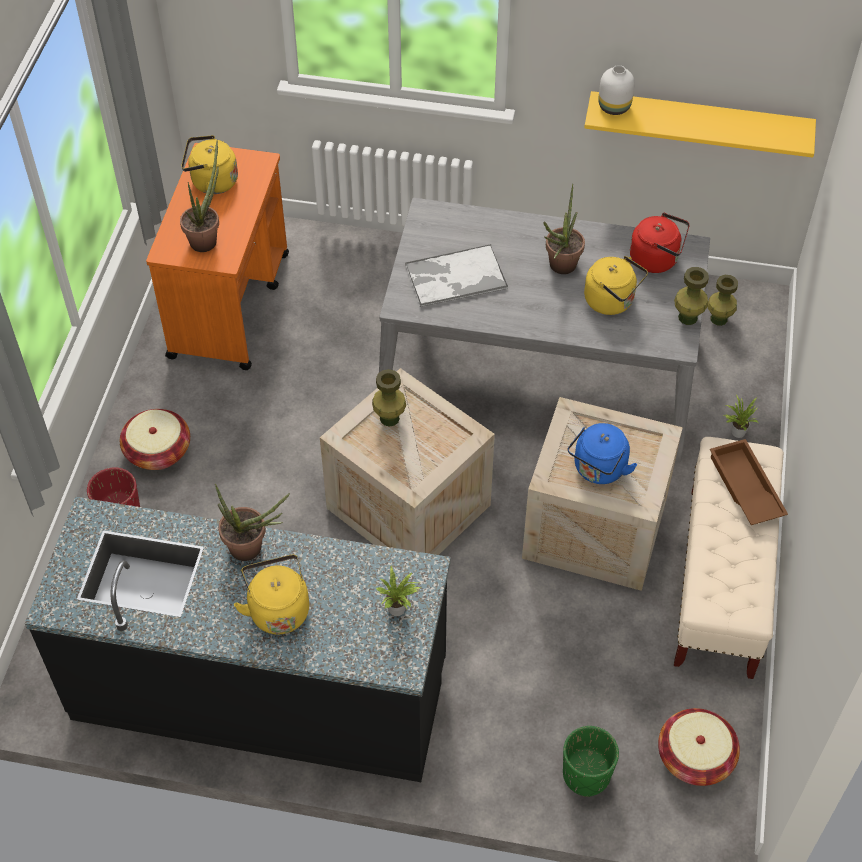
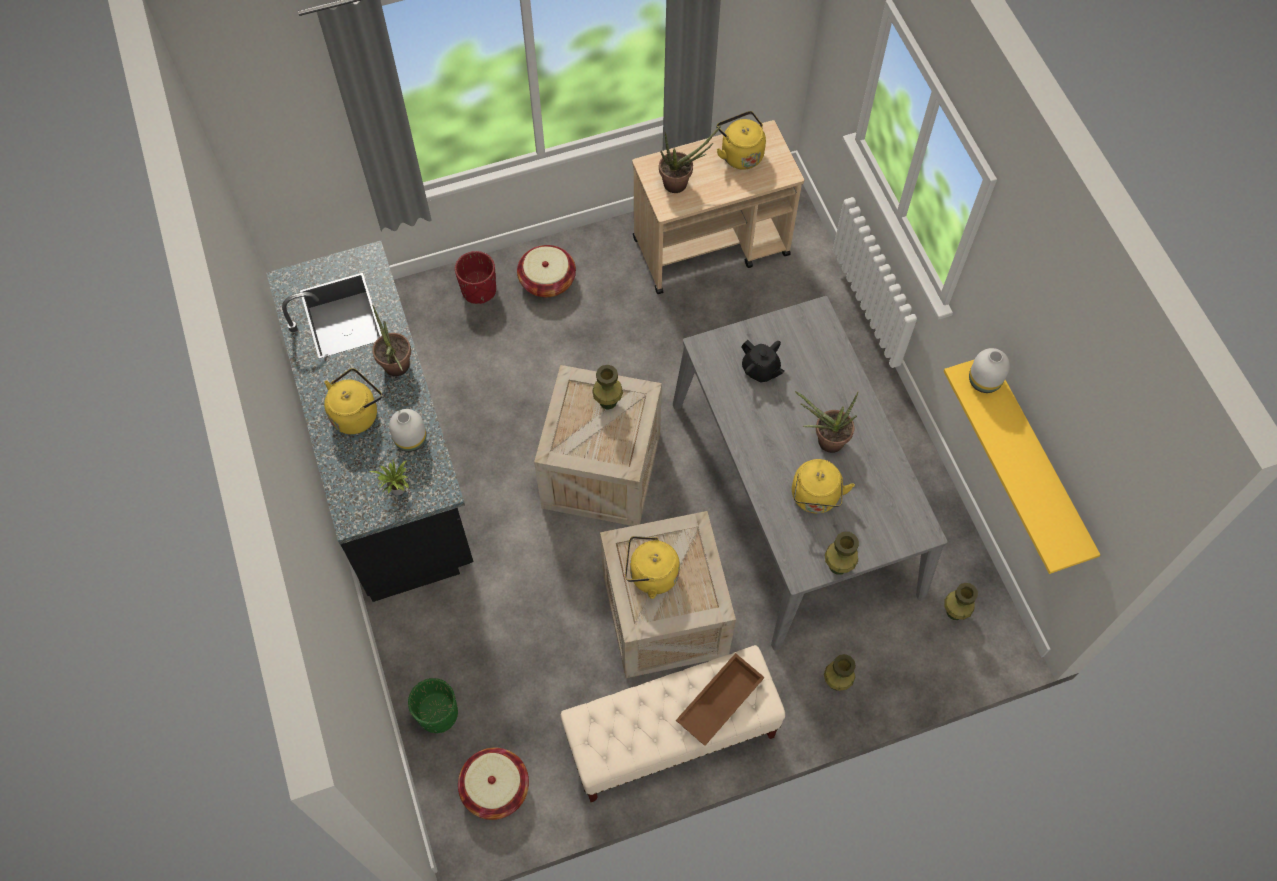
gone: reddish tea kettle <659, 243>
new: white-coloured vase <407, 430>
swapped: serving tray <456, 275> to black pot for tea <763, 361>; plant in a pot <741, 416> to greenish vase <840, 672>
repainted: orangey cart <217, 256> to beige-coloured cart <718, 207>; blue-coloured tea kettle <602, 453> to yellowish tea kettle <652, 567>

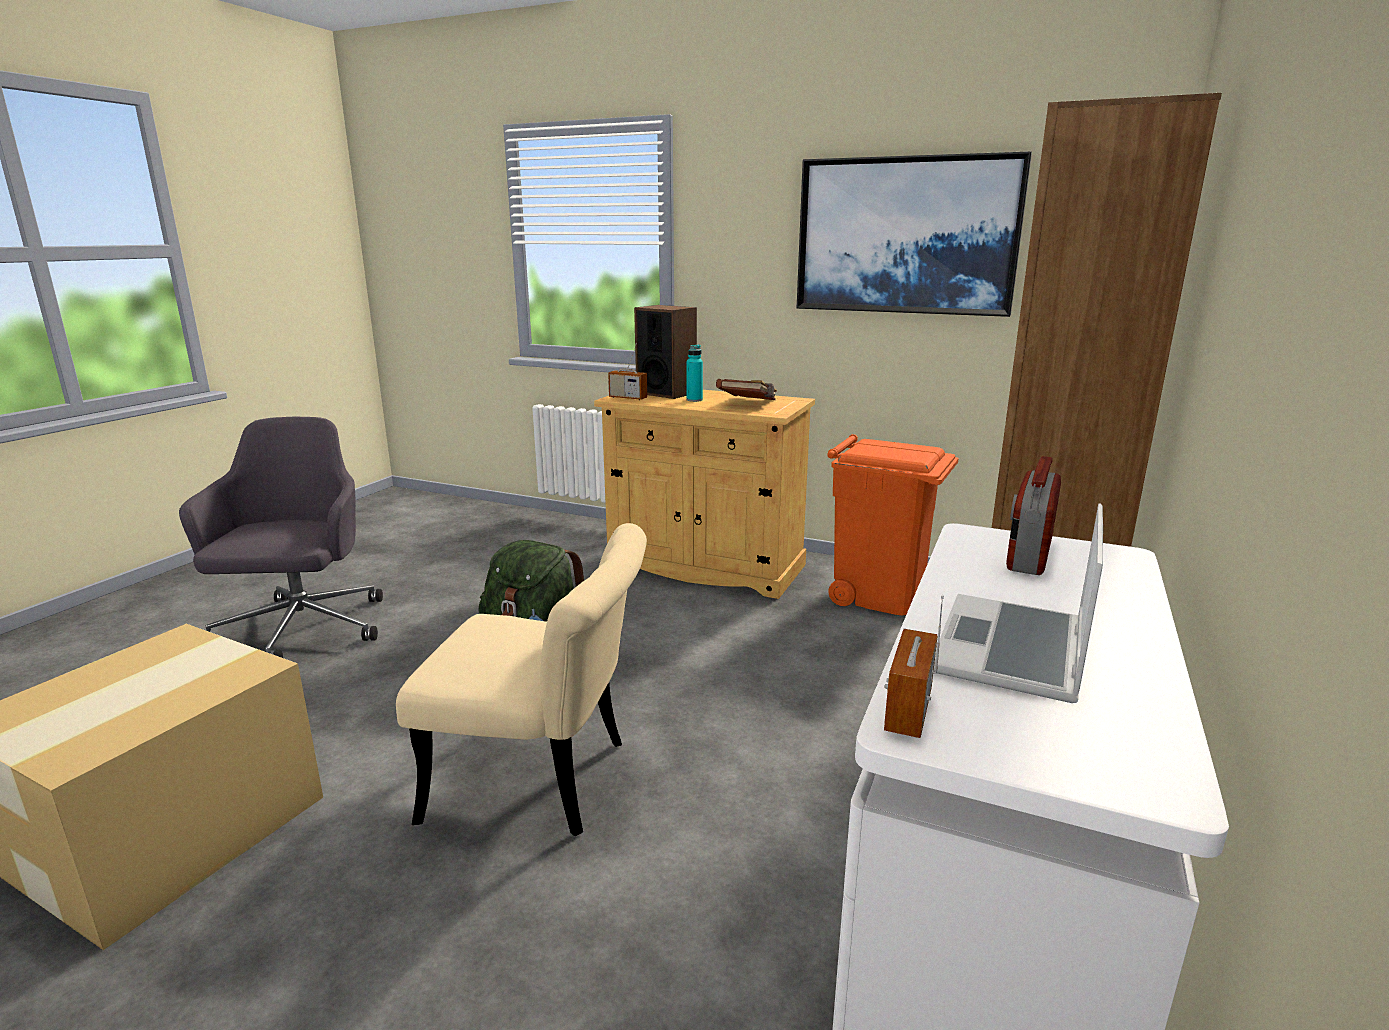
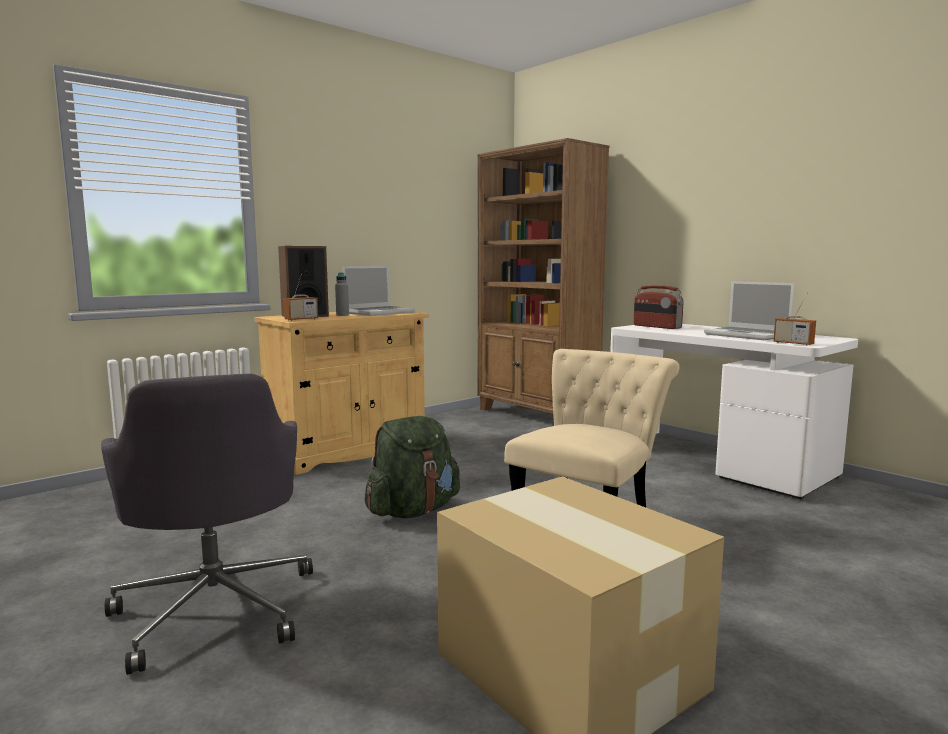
gone: picture <914, 234>; orangey rubbish bin <892, 524>
swapped: brownish book <746, 389> to laptop <379, 291>
repainted: turquoise-coloured bottle <694, 373> to grey bottle <342, 294>
rotated: grey computer chair <281, 537> = <207, 524> 135 degrees counterclockwise

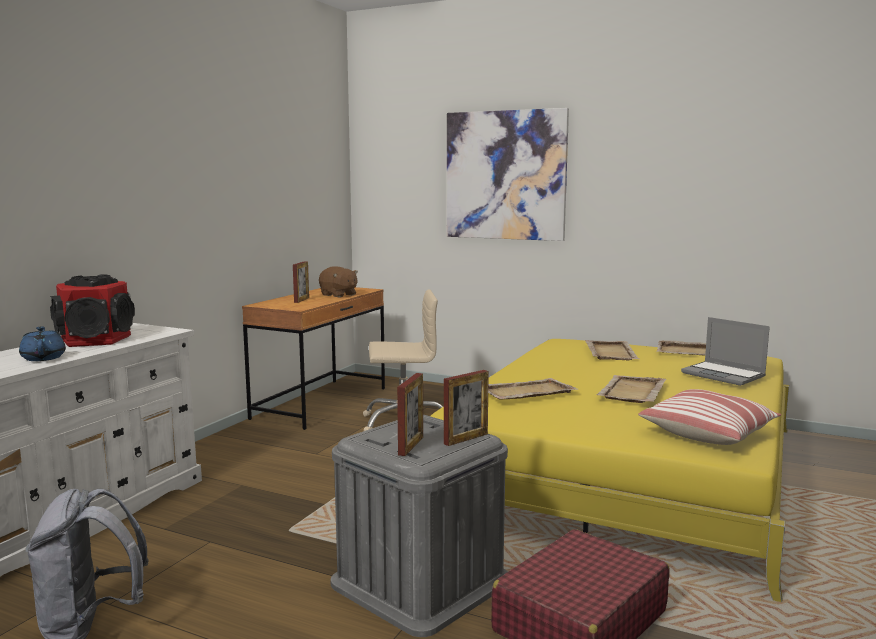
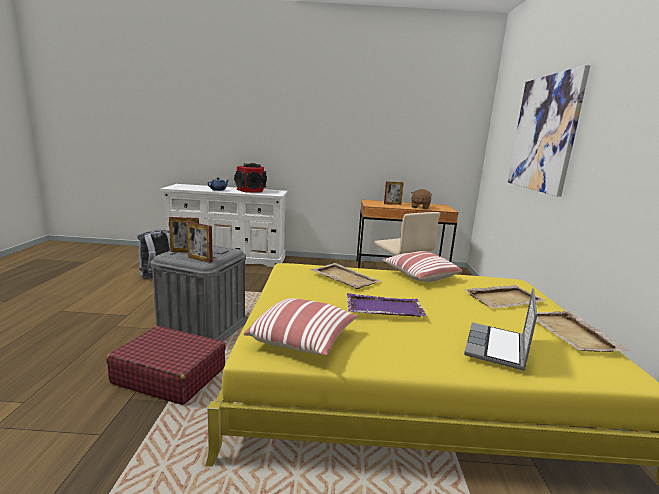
new: pillow <422, 266>
repainted: beige-coloured serving tray <631, 389> to purple-coloured serving tray <387, 305>

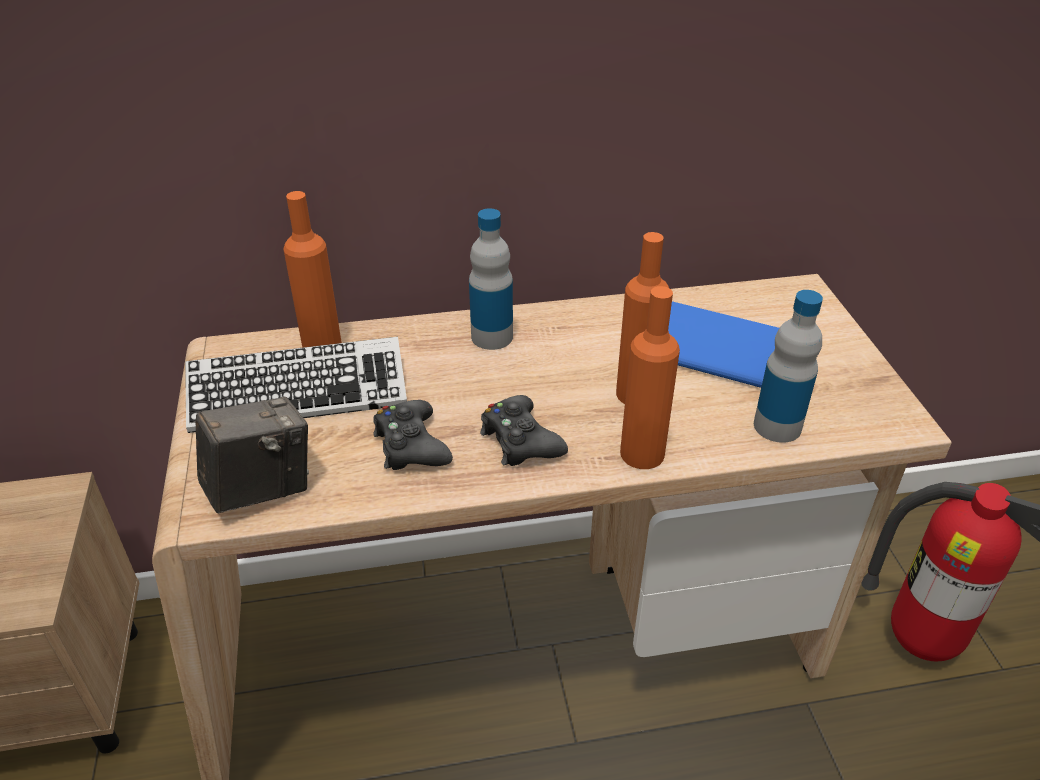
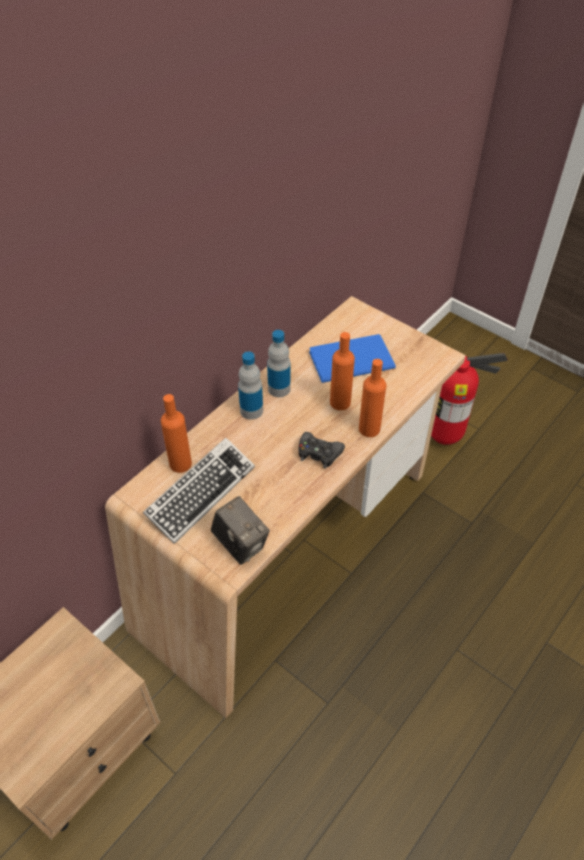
gone: black joypad <413, 435>
shifted: bottle <788, 366> to <279, 363>
rotated: still camera <252, 455> = <240, 530> 120 degrees clockwise

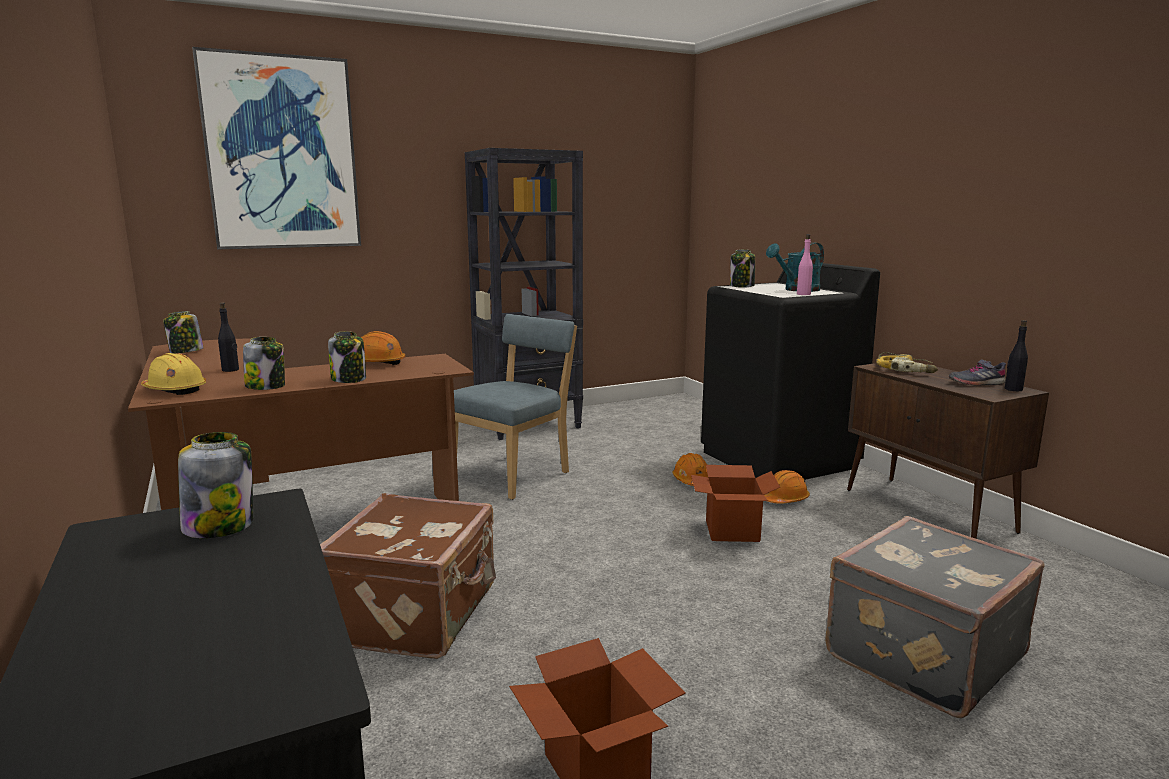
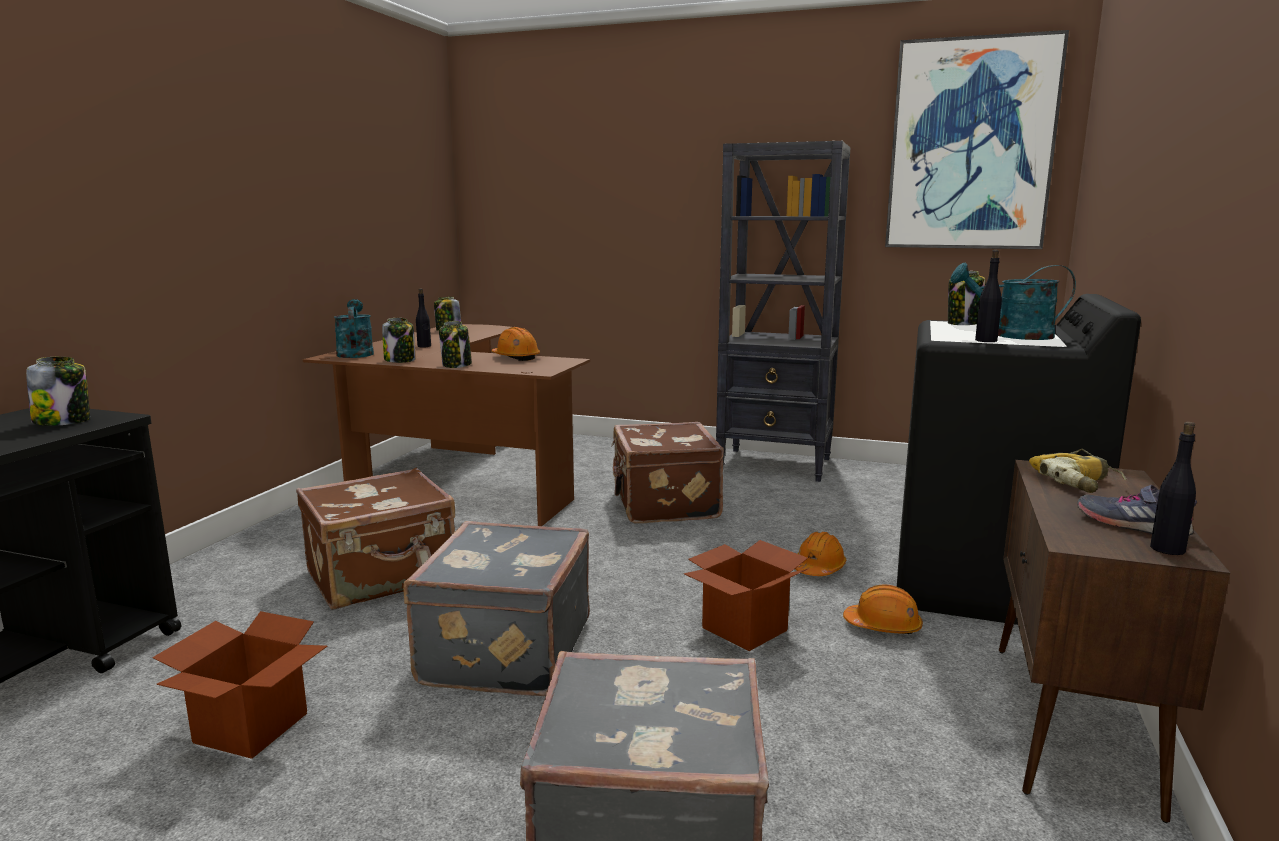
new: grey travel case <496, 608>
shifted: picture <276, 148> to <977, 139>
swapped: yellowish safety helmet <173, 374> to turquoise-coloured watering can <354, 328>; blue-coloured upright chair <515, 407> to brownish travel case <667, 473>
repainted: pink bottle <805, 264> to black bottle <988, 296>

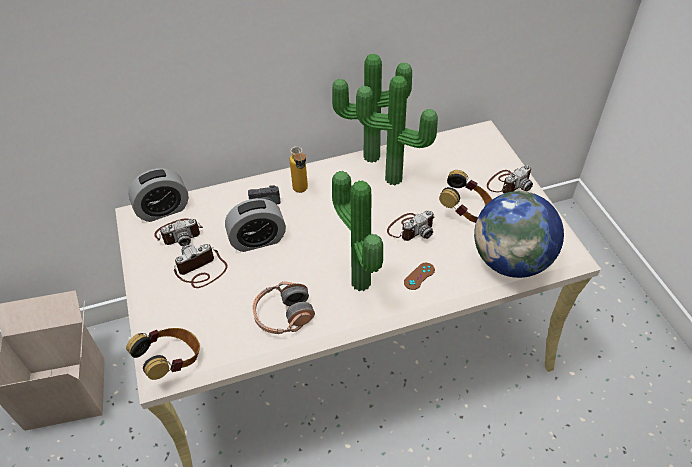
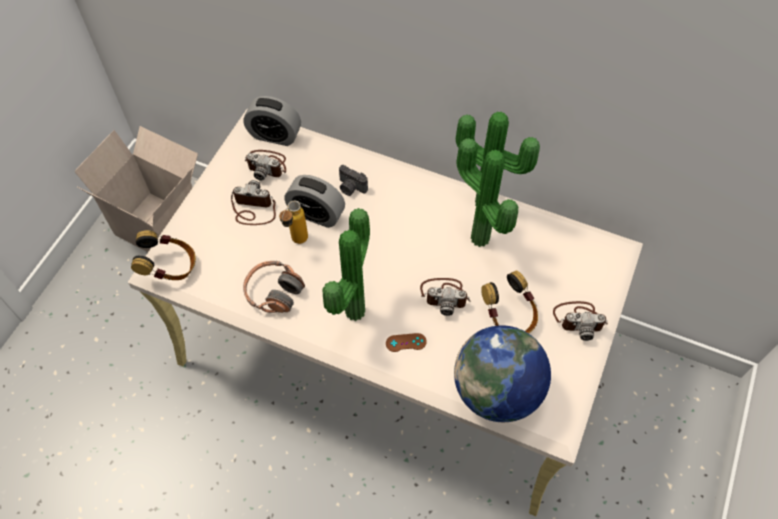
shifted: bottle <299, 169> to <293, 222>

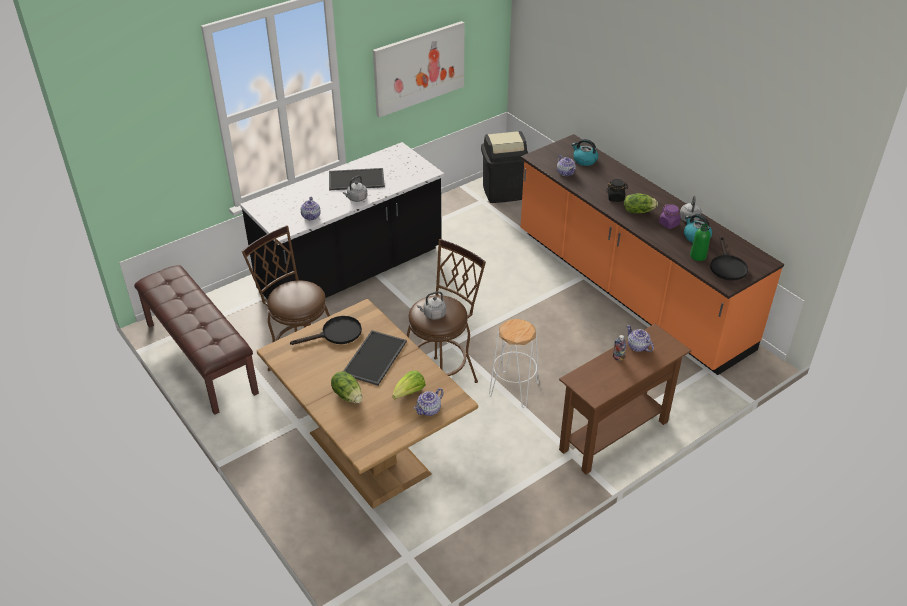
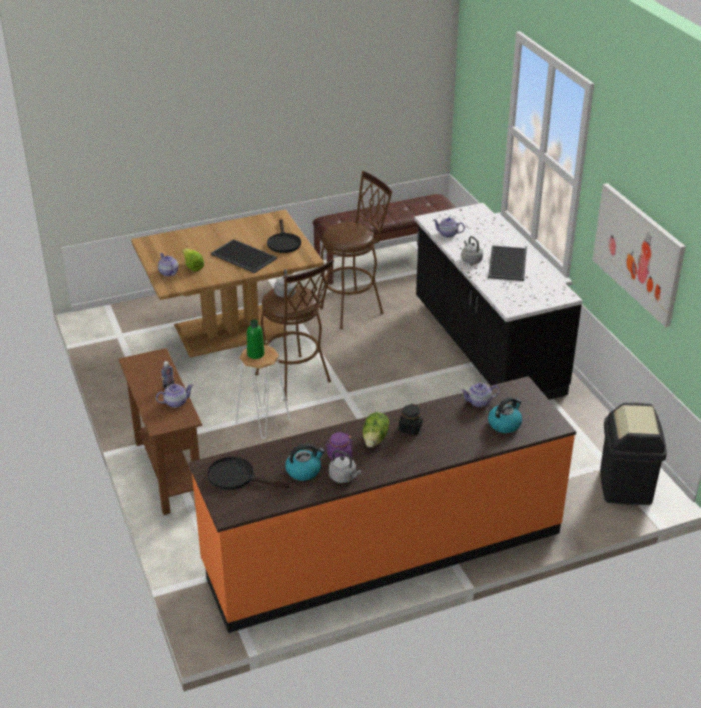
gone: lettuce head <346, 387>
shifted: greenish bottle <700, 242> to <255, 339>

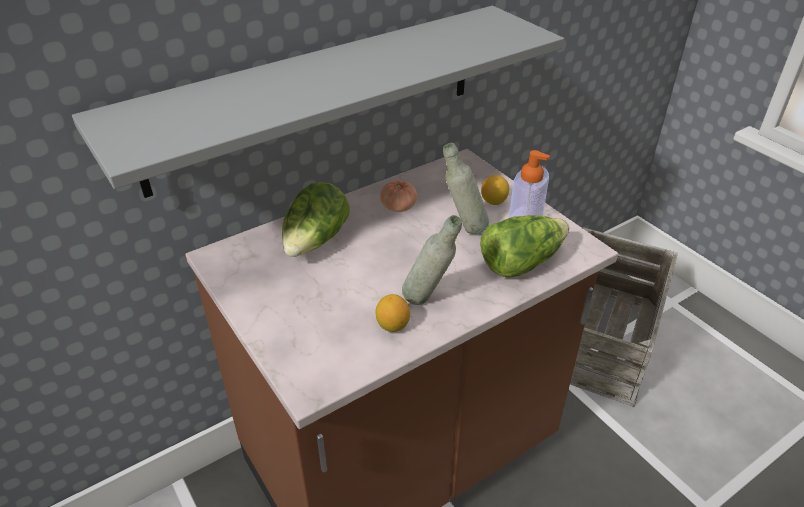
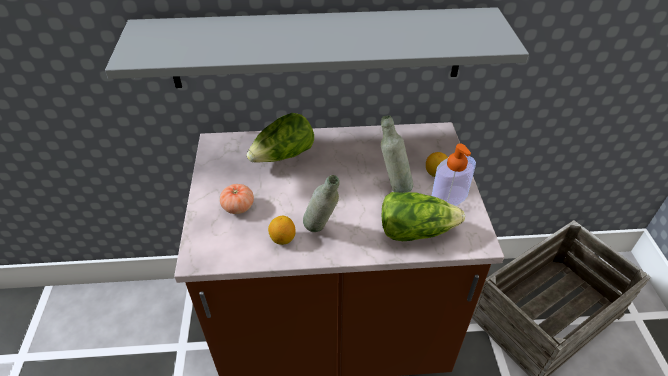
shifted: whole tomato <398, 196> to <237, 199>

